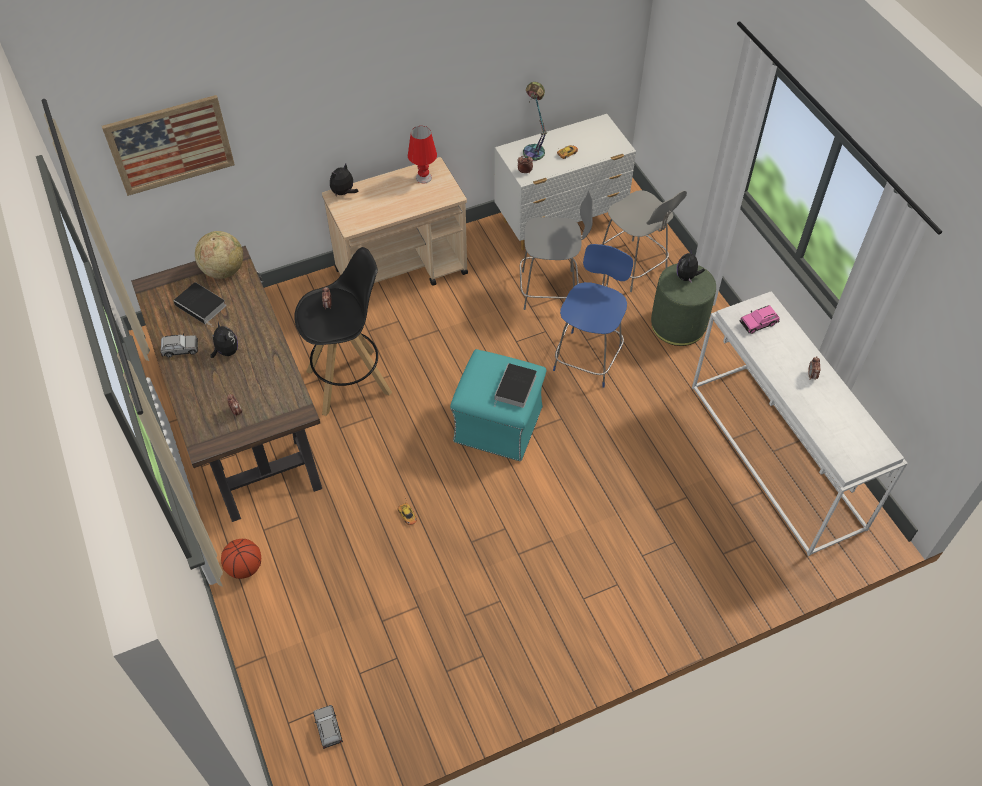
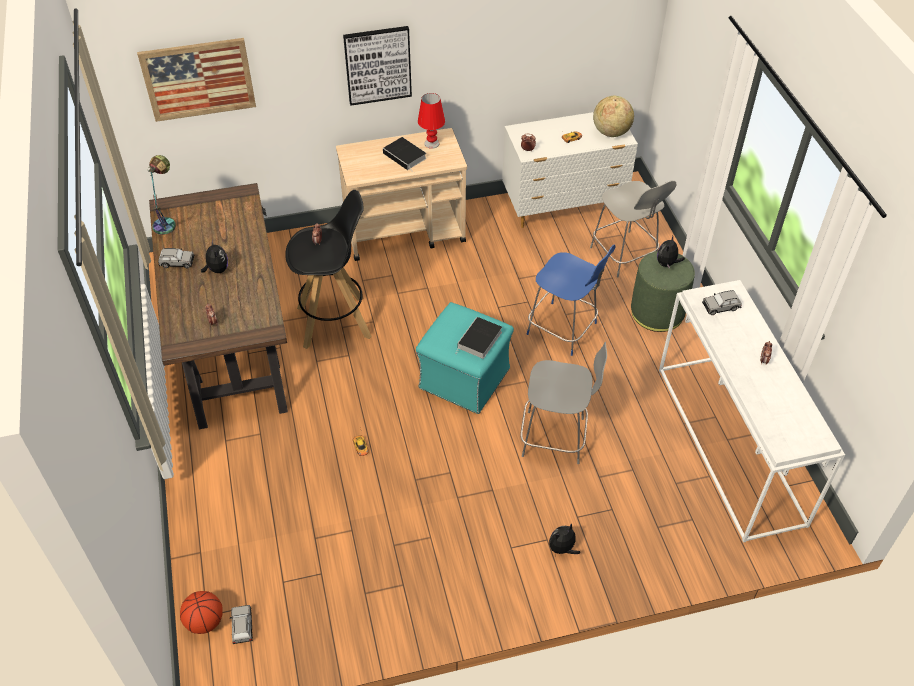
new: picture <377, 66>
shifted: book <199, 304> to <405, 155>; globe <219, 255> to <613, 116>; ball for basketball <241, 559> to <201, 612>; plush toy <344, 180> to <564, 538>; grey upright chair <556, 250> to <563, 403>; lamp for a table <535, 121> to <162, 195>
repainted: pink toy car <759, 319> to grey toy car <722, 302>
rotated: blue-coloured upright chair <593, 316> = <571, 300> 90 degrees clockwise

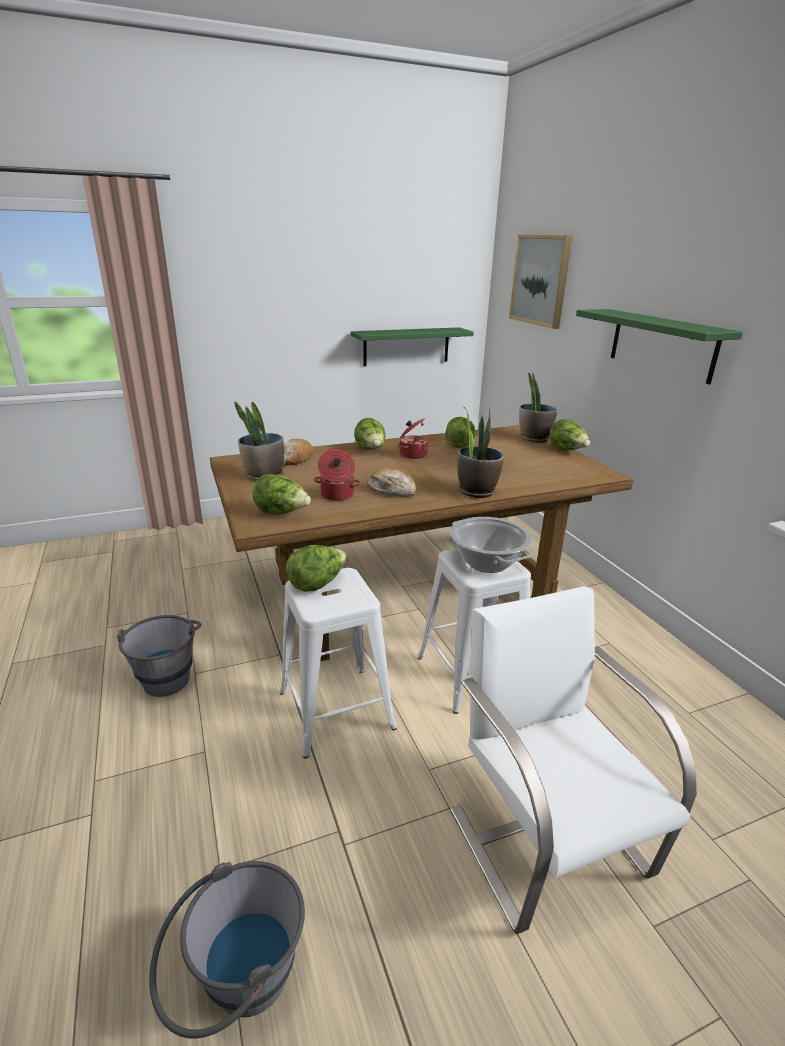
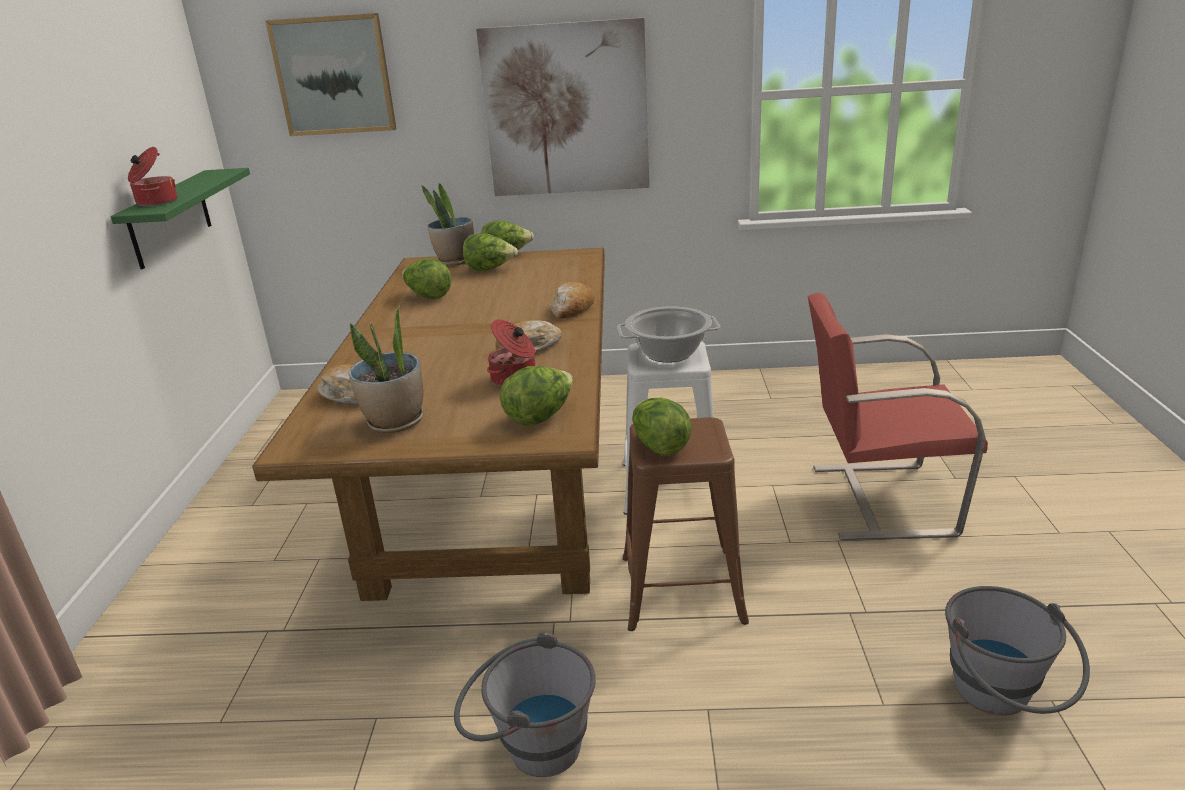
shifted: lettuce head <370, 434> to <490, 252>; saucepot <413, 438> to <152, 177>
swapped: plant in a pot <480, 452> to baked bread <572, 300>; greenish bracket shelf <659, 346> to picture <562, 107>
repainted: white-coloured stool seat <338, 663> to brownish stool seat <686, 524>; white-coloured upright chair <574, 760> to reddish upright chair <898, 416>

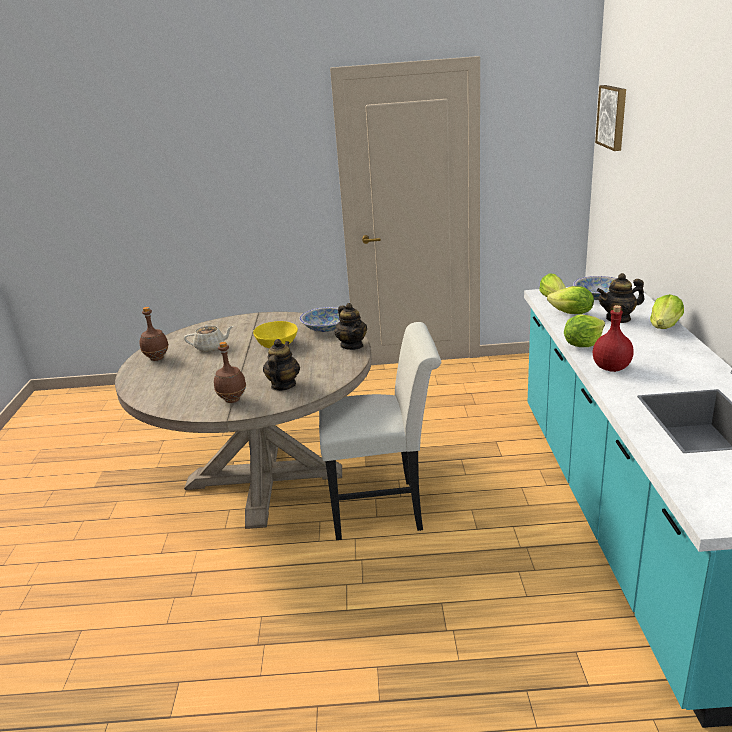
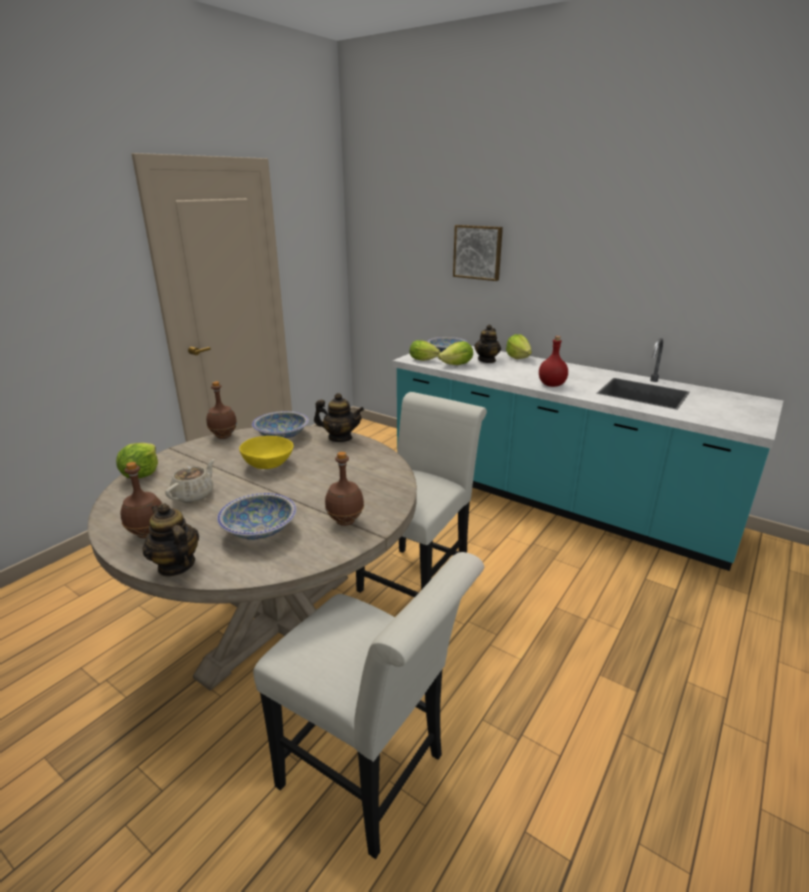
new: brownish bottle <221, 410>; deep dish <257, 516>; white-coloured upright chair <368, 705>
shifted: pot for tea <281, 365> to <170, 540>; lettuce head <584, 330> to <137, 460>; picture <610, 118> to <478, 253>

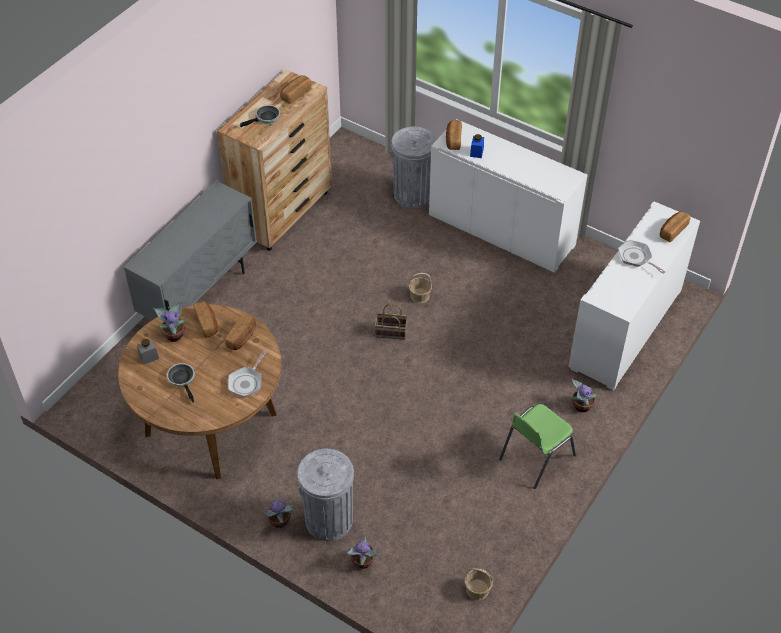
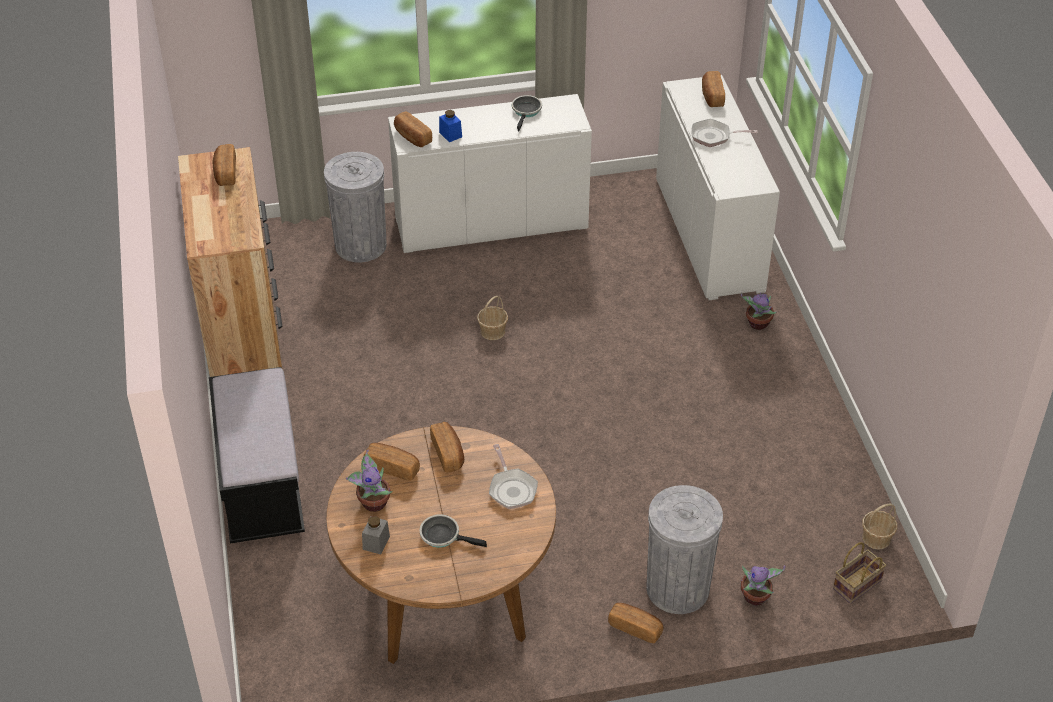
gone: greenish upright chair <537, 446>
shifted: pan <260, 116> to <527, 113>; storage basket <391, 321> to <859, 573>
swapped: grey cabinet <190, 250> to black bench <257, 455>; plant in a pot <279, 512> to baked bread <635, 623>

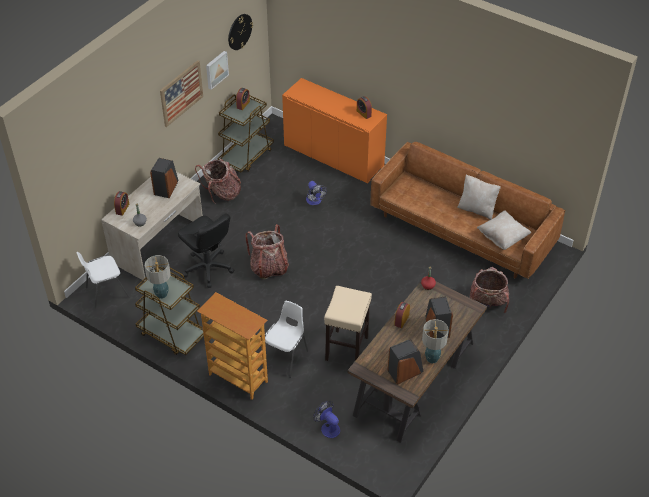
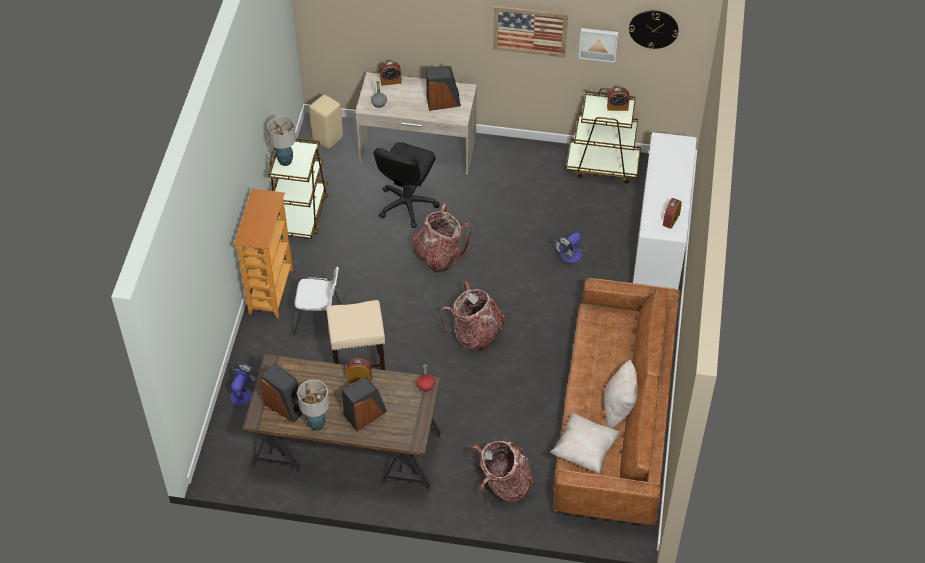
shifted: rucksack <218, 181> to <472, 316>
swapped: white-coloured upright chair <103, 280> to beige-coloured stool seat <326, 122>
repainted: orangey cabinet <334, 130> to white-coloured cabinet <665, 211>

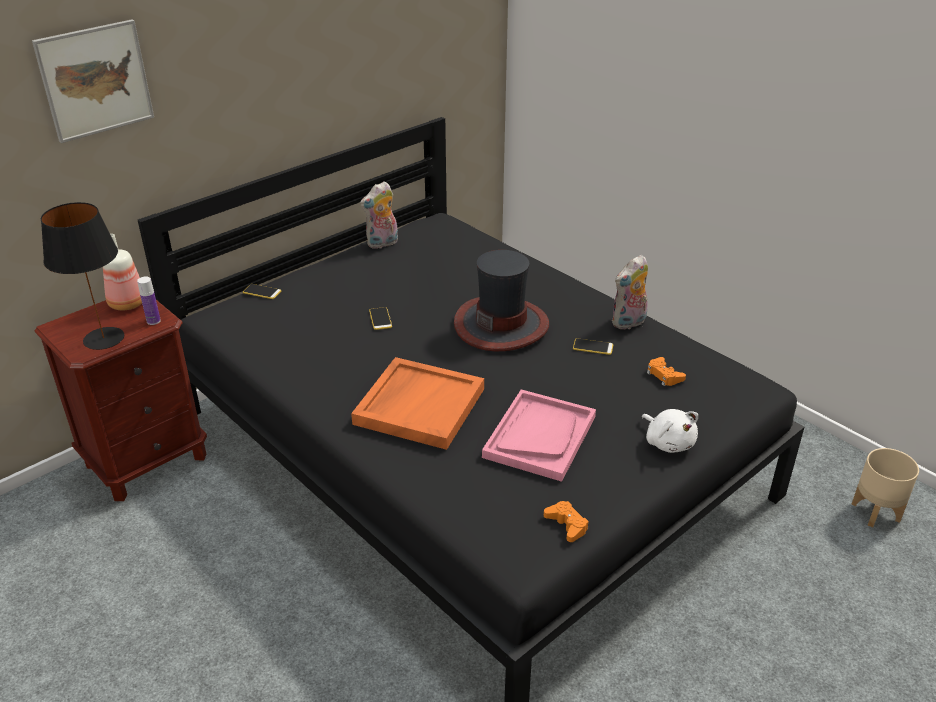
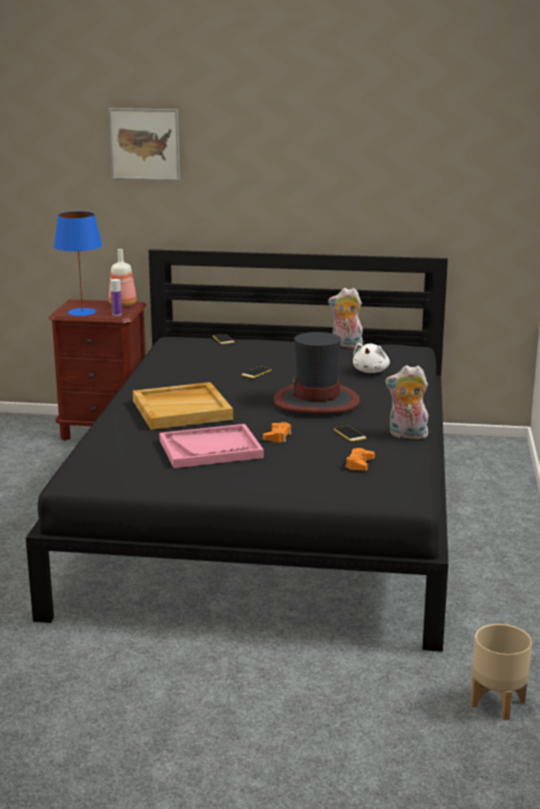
shifted: orangey joypad <566, 521> to <277, 432>; white-coloured plush toy <670, 431> to <371, 358>
repainted: black lamp for a table <82, 276> to blue-coloured lamp for a table <78, 263>; orangey serving tray <417, 403> to beige-coloured serving tray <183, 406>

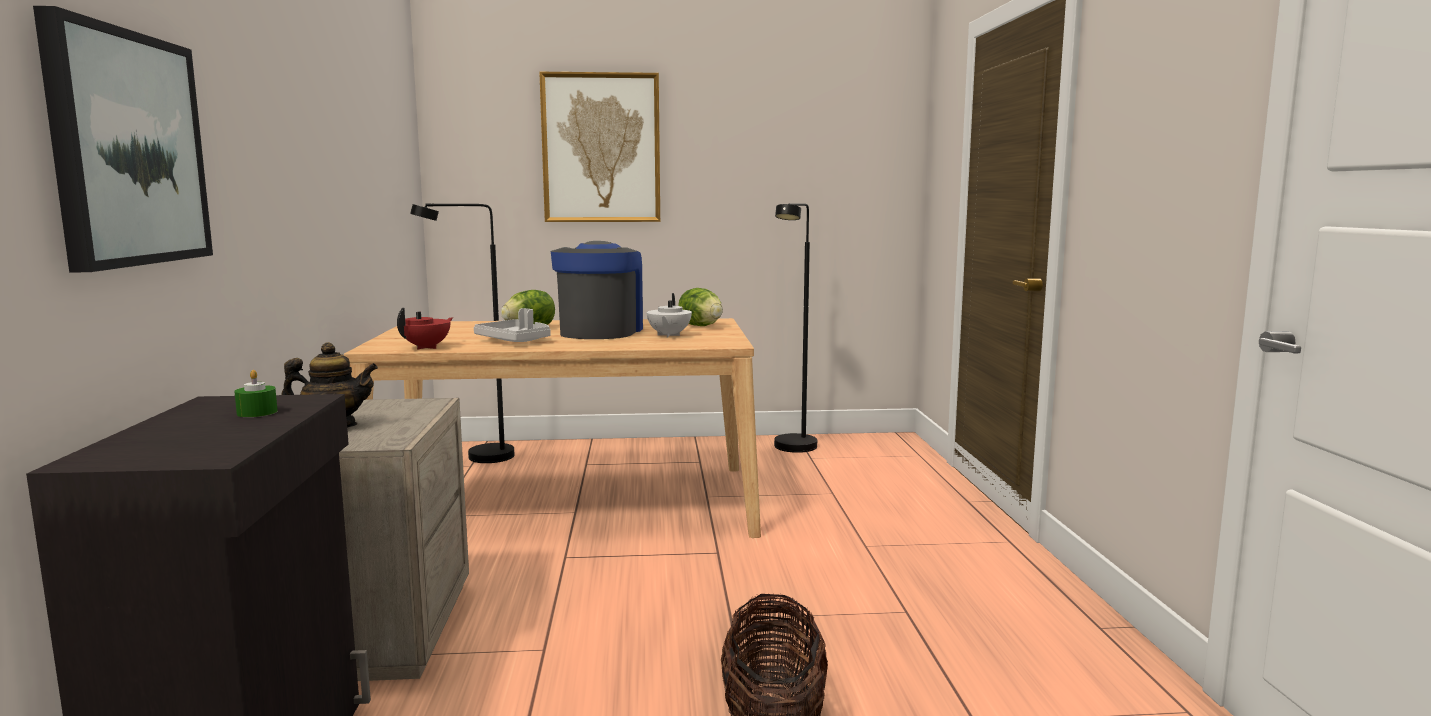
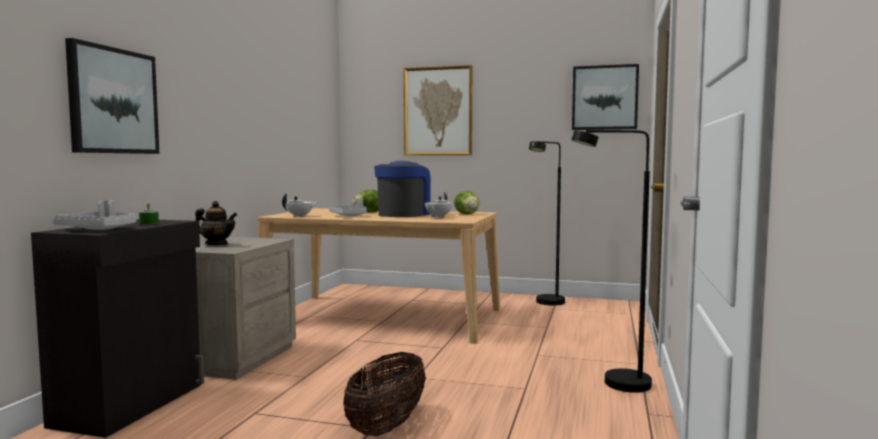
new: grey serving tray <94, 215>; picture <605, 97>
shifted: black standing lamp <462, 333> to <611, 261>
repainted: reddish pot for tea <425, 328> to white-coloured pot for tea <299, 205>

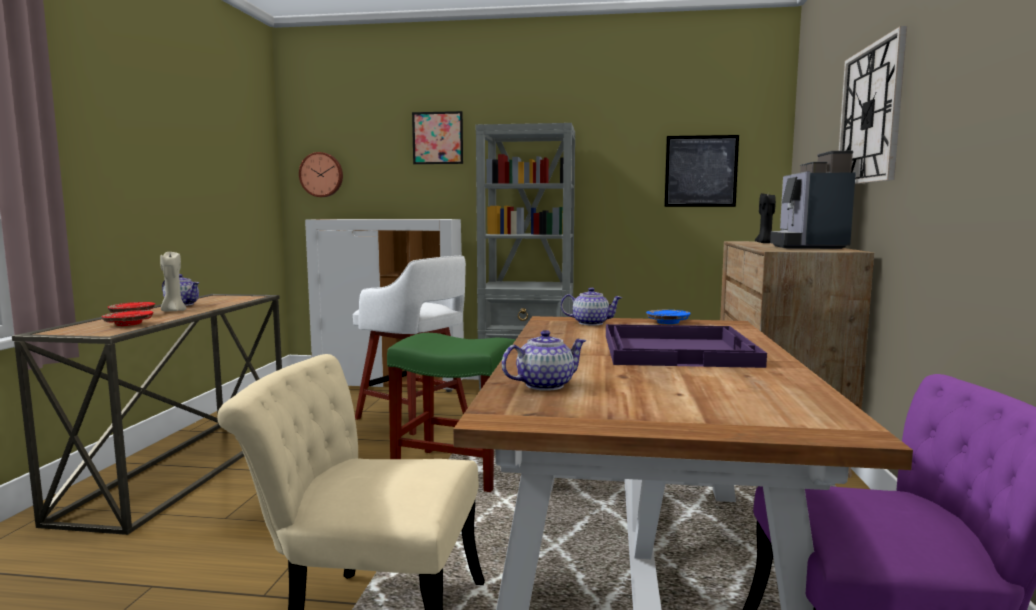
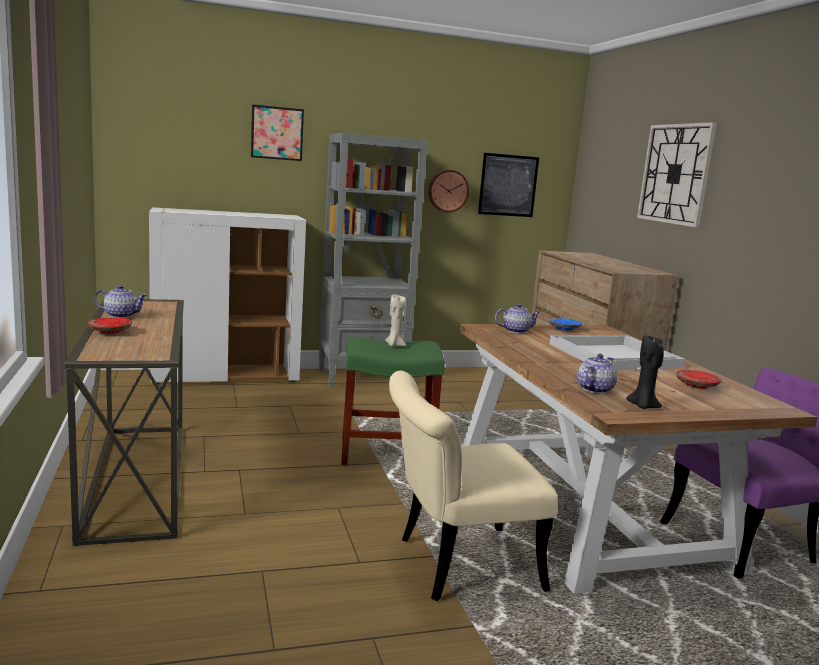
gone: white-coloured stool seat <410, 345>; coffee brewer <813, 200>
shifted: reddish flat dish <127, 318> to <699, 379>; beige-coloured wax candle <173, 282> to <396, 320>; hanging clock <321, 174> to <448, 191>; black wax candle <765, 218> to <645, 372>
repainted: purple-coloured serving tray <686, 346> to white-coloured serving tray <617, 352>

